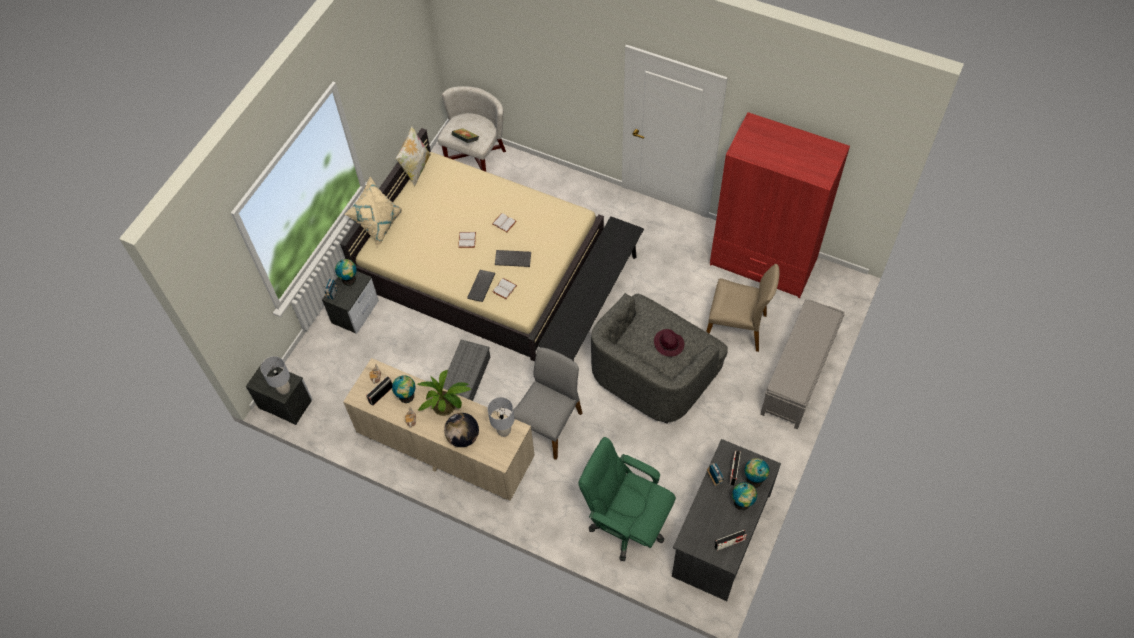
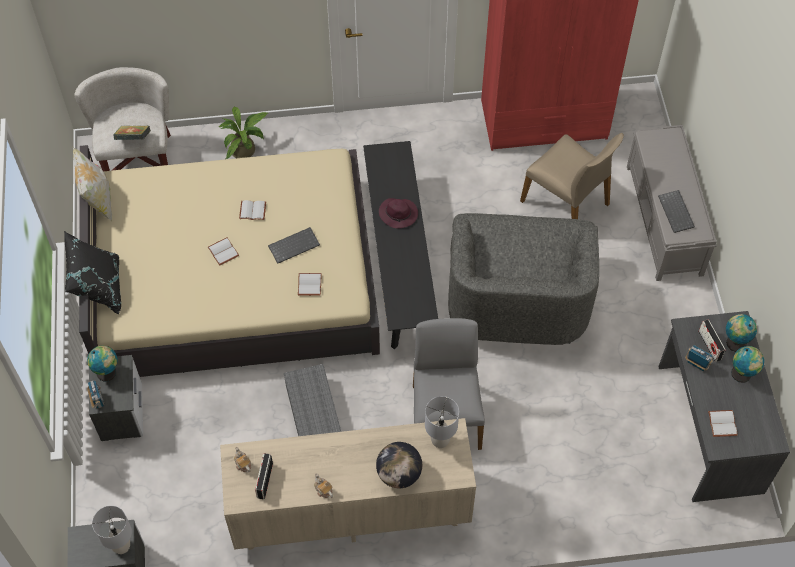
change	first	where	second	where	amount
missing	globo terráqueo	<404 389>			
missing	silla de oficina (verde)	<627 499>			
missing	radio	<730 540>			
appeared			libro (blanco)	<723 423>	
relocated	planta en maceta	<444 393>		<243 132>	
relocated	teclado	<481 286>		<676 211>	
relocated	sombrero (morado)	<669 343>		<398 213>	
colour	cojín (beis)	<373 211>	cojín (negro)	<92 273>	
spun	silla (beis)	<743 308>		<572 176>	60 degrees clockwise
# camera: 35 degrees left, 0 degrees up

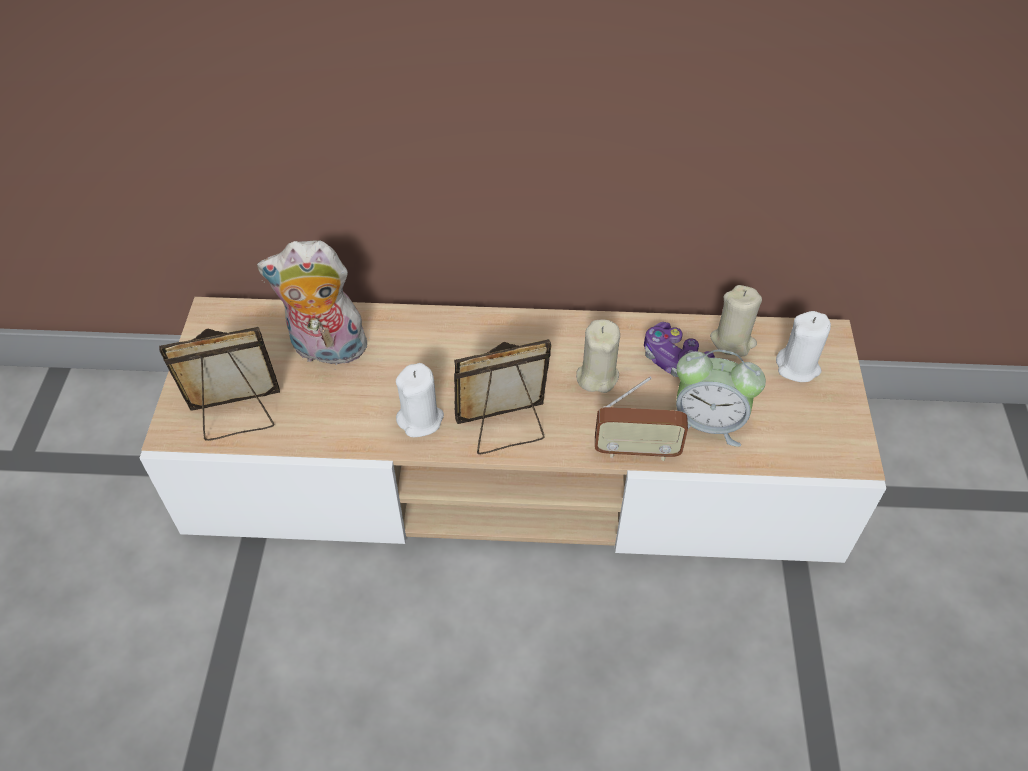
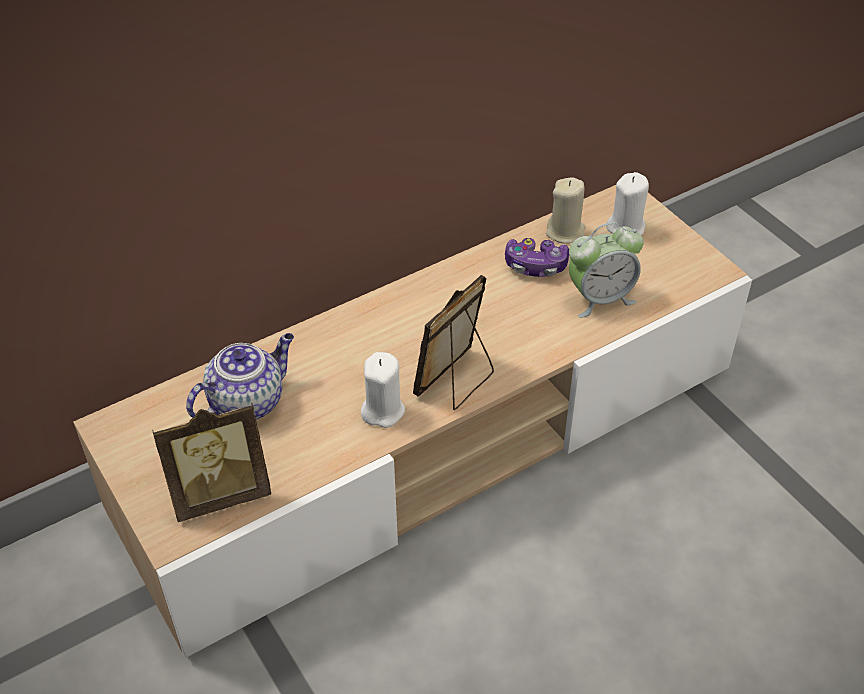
change	first	where	second	where	amount
missing	vela (beis)	<598 356>			
missing	radio	<641 419>			
exchanged	peluche	<313 302>	tetera	<240 376>	
spun	portarretratos	<219 384>		<211 462>	150 degrees counterclockwise
# camera: 35 degrees left, 5 degrees down

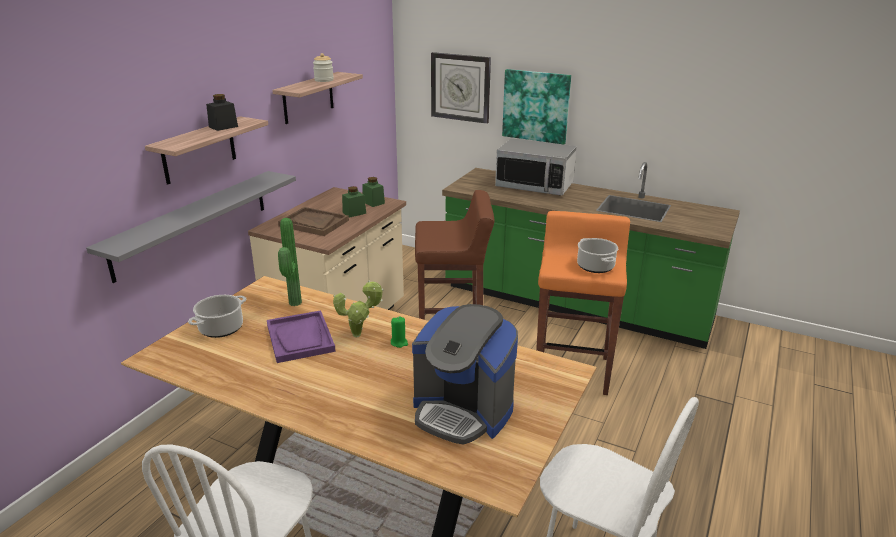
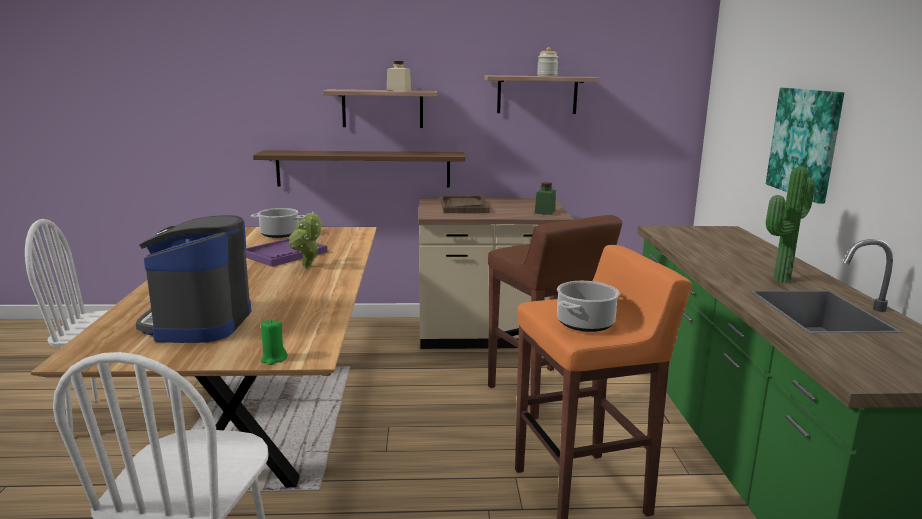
change	first	where	second	where	amount
missing	tarro (verde)	<354 202>			
missing	reloj de pared	<461 88>			
missing	microondas	<536 167>			
relocated	planta en maceta	<290 262>		<790 225>	
relocated	vela (verde)	<399 332>		<274 342>	
colour	estante (gris)	<191 227>	estante (marrón)	<359 168>	
colour	tarro (negro)	<222 112>	tarro (beis)	<399 76>	
# camera: 60 degrees right, 10 degrees down

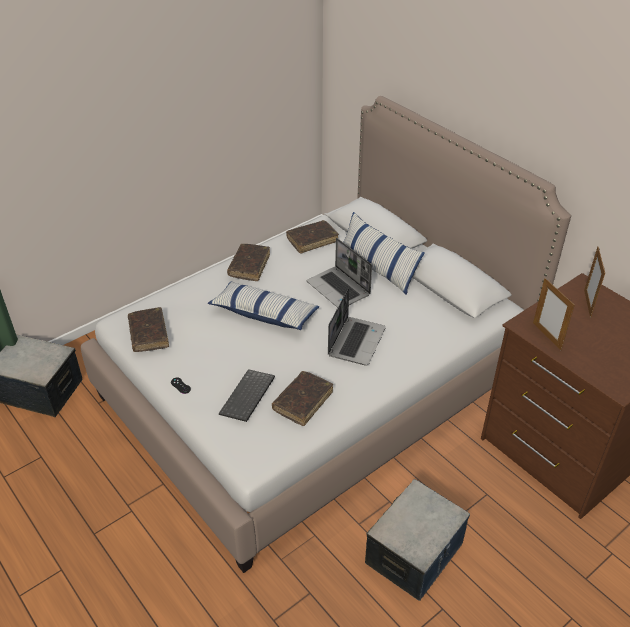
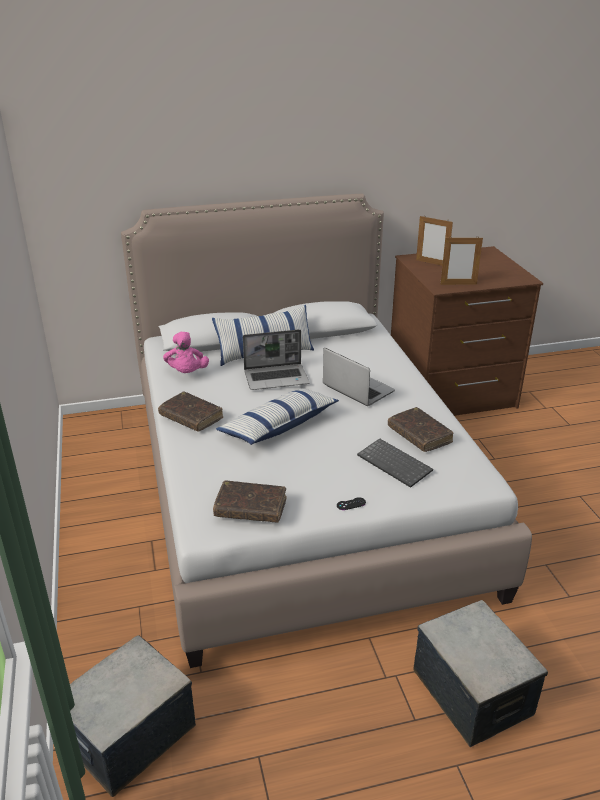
change	first	where	second	where	amount
relocated	caja de almacenaje	<417 540>		<480 673>	
exchanged	libro (marrón)	<312 237>	peluche (rosa)	<186 352>	
# camera: 65 degrees left, 10 degrees down

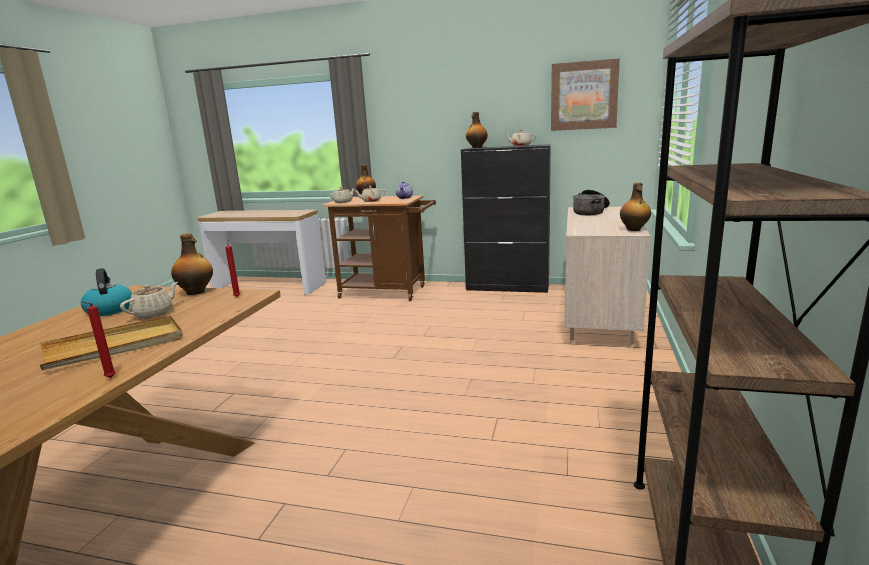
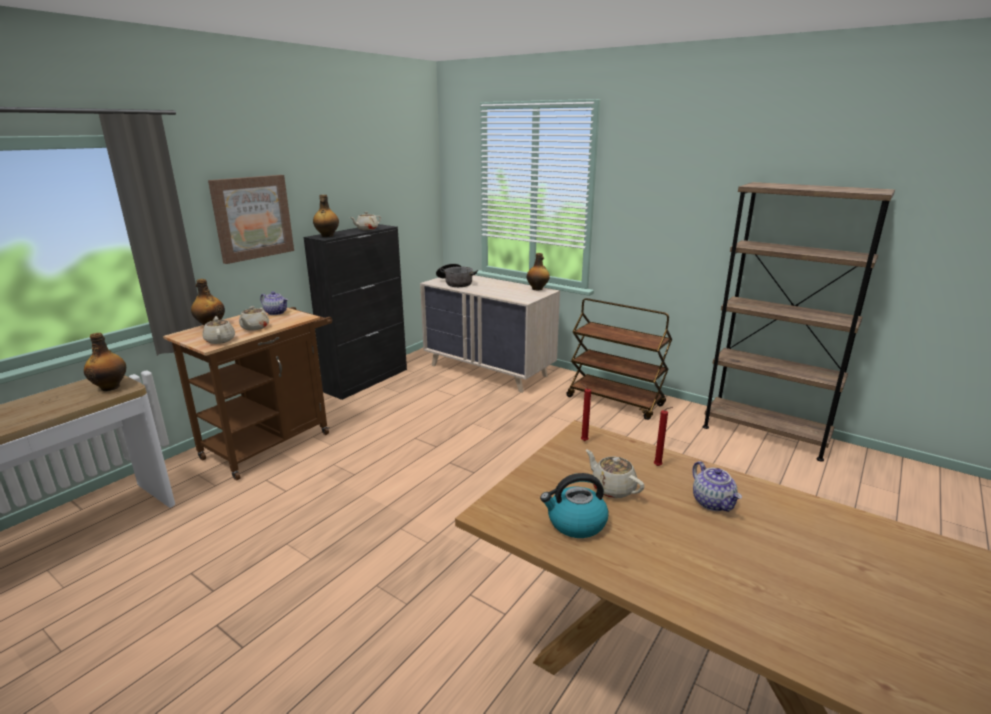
change	first	where	second	where	amount
appeared			carrito (marrón)	<619 359>	
relocated	vela (rojo)	<99 340>		<663 436>	
relocated	botella	<192 264>		<105 362>	
relocated	cuadro	<585 94>		<251 219>	
exchanged	bandeja (beis)	<111 343>	tetera	<717 486>	
# camera: 70 degrees left, 5 degrees up

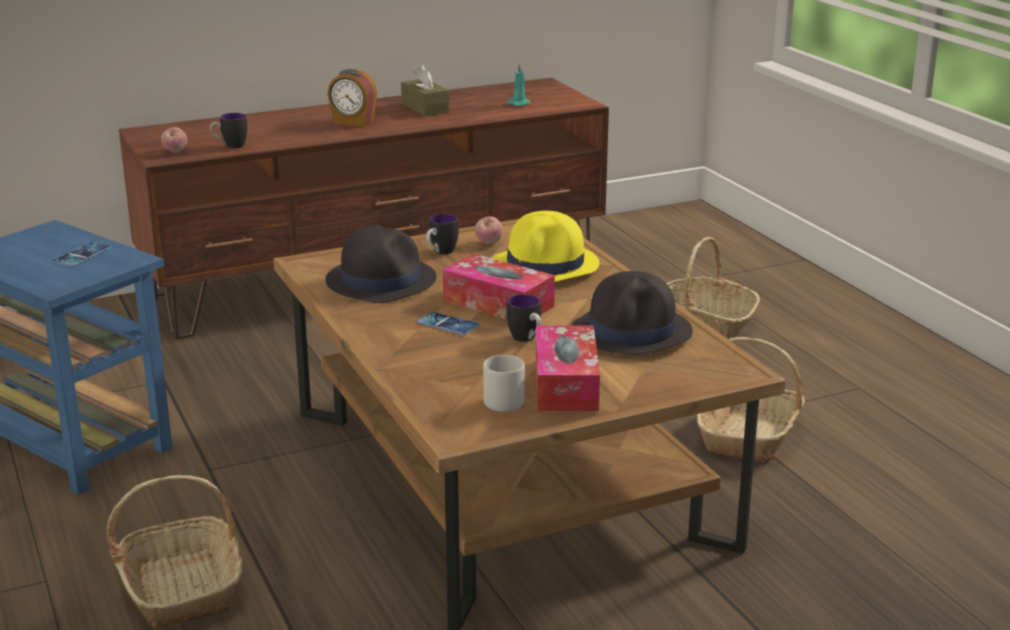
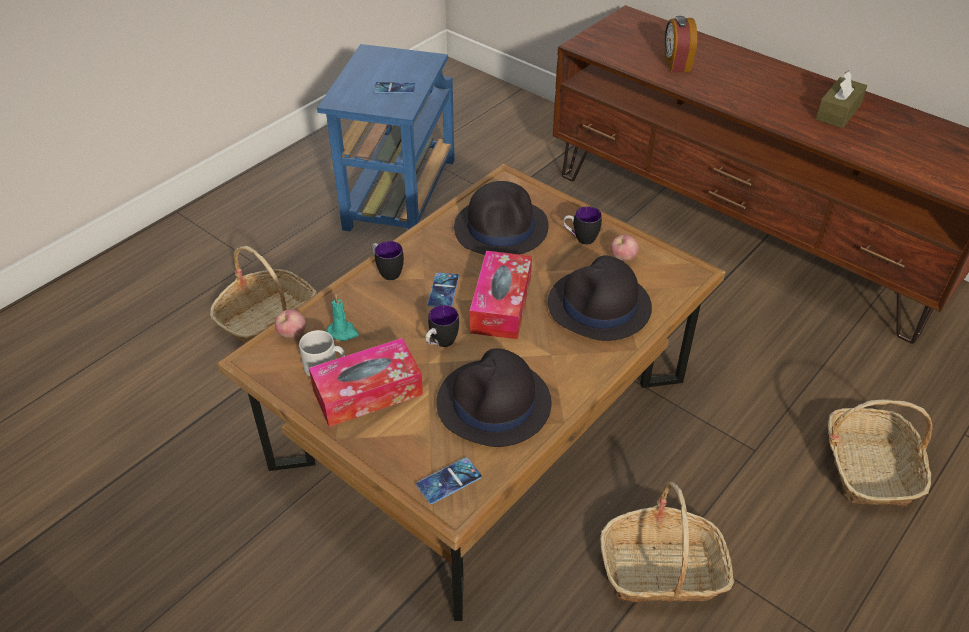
change	first	where	second	where	amount
appeared			móvil	<449 480>	
relocated	manzana	<174 140>		<290 323>	
relocated	taza grande	<228 131>		<388 260>	
relocated	despertador	<352 98>		<680 44>	
relocated	vela (turquesa)	<519 84>		<342 318>	
colour	sombrero (amarillo)	<545 246>	sombrero (negro)	<600 298>	
# camera: 65 degrees right, 20 degrees up

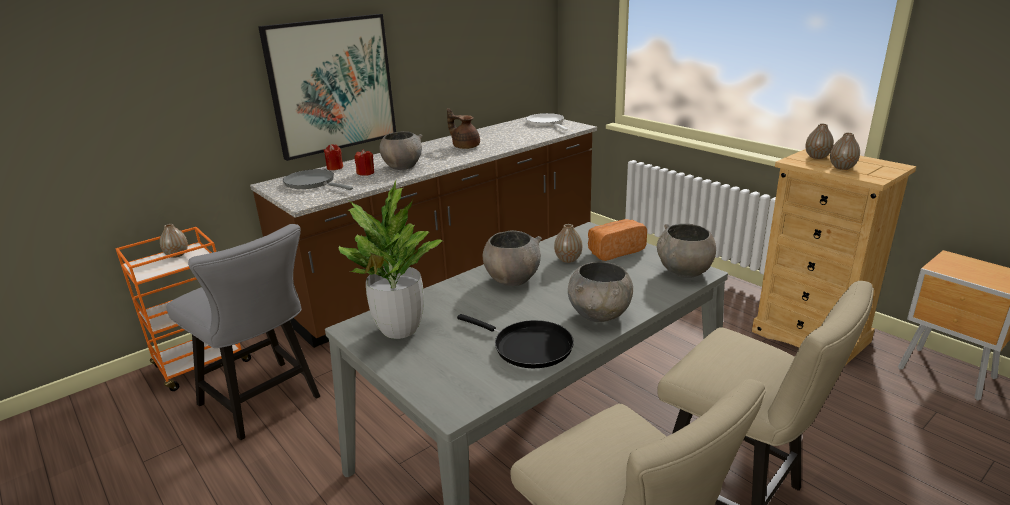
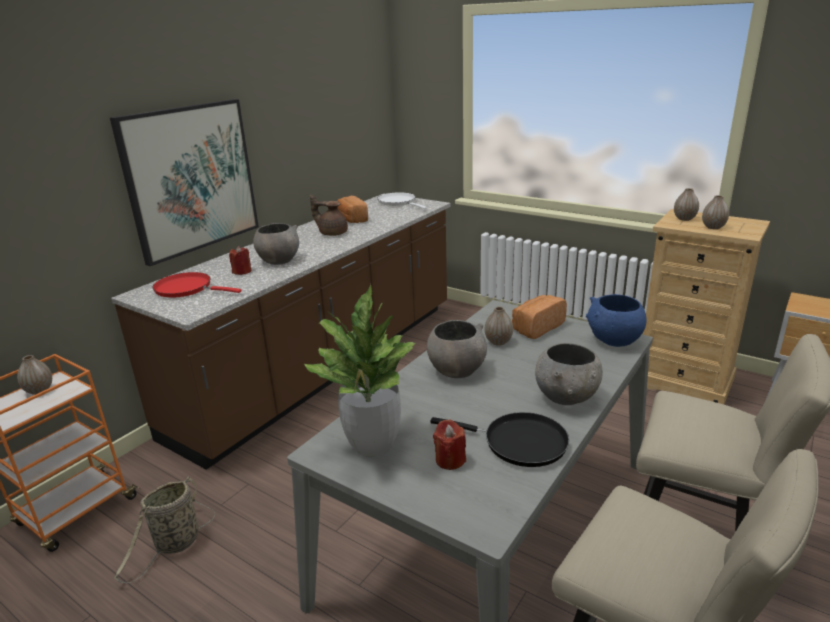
change	first	where	second	where	amount
appeared			pan	<352 209>	
relocated	vela (rojo)	<333 157>		<449 444>	
exchanged	silla (gris)	<243 332>	cesta	<164 529>	
colour	sartén (gris)	<318 179>	sartén (rojo)	<197 284>	
colour	cuenco (gris)	<686 251>	cuenco (azul)	<616 320>	
# camera: 15 degrees left, 0 degrees up

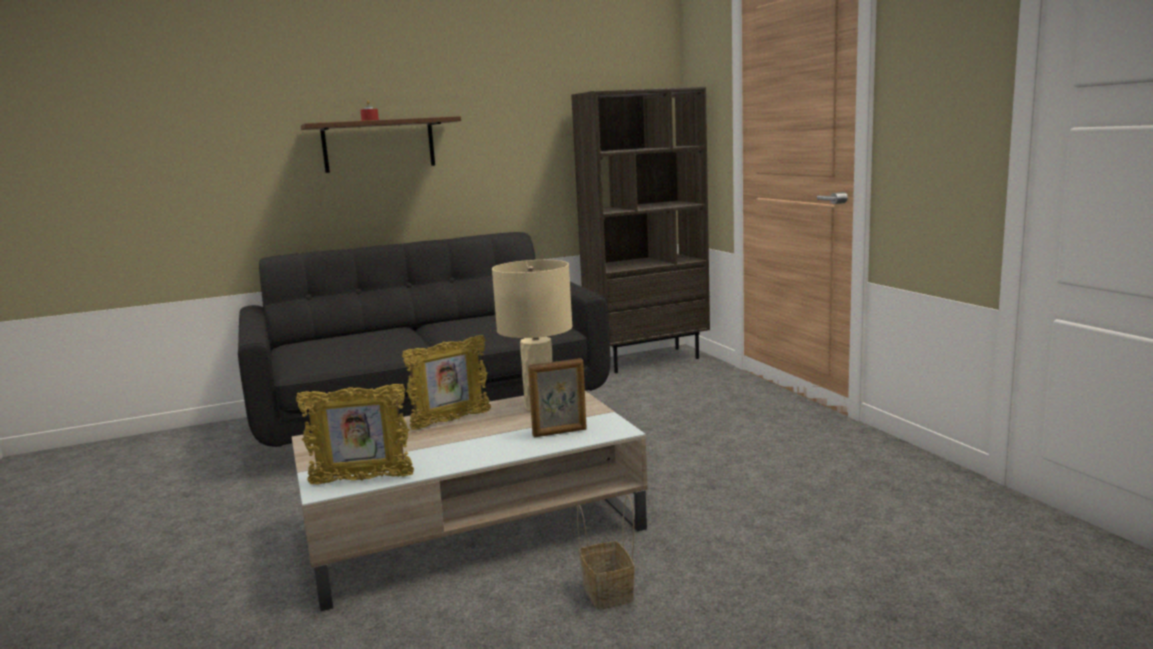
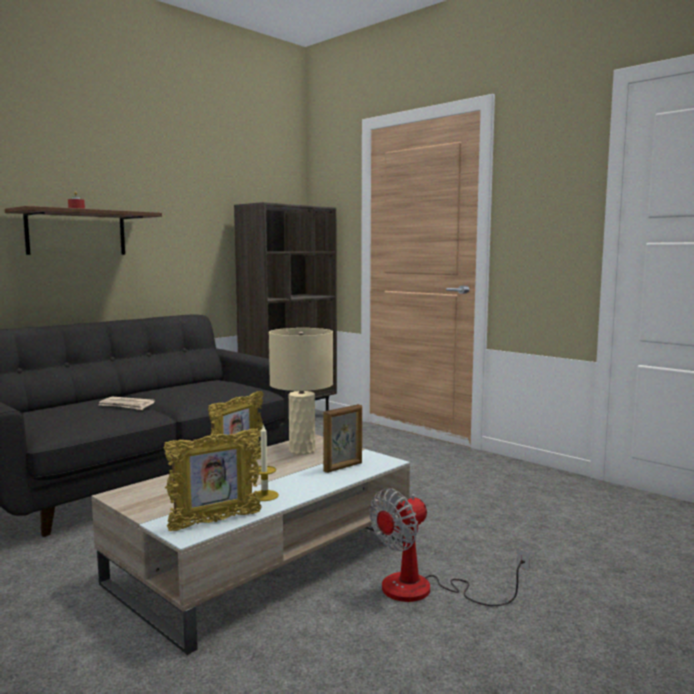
change	first	where	second	where	amount
appeared			periódico	<127 403>	
appeared			vela	<265 462>	
exchanged	cesta	<606 552>	ventilador	<449 547>	
# camera: 25 degrees left, 5 degrees down

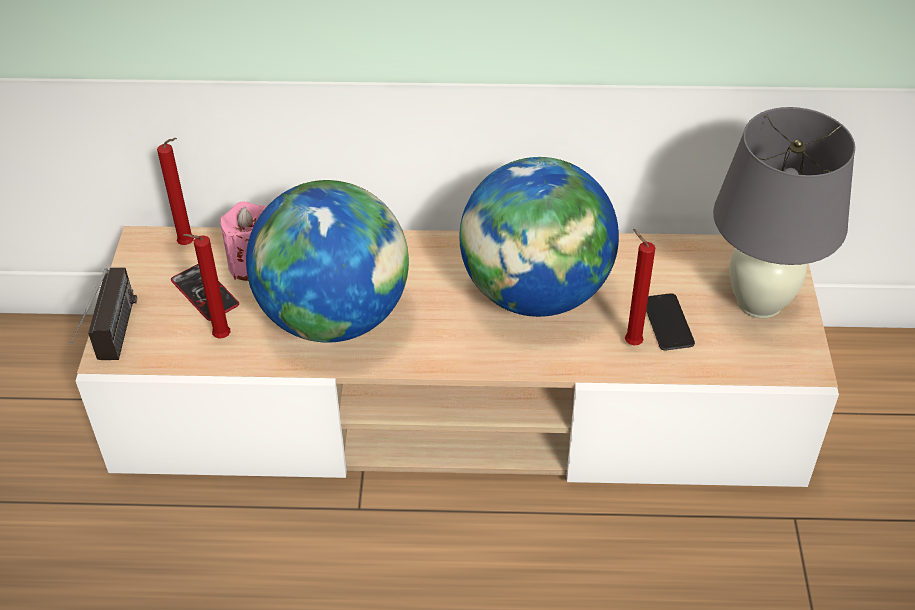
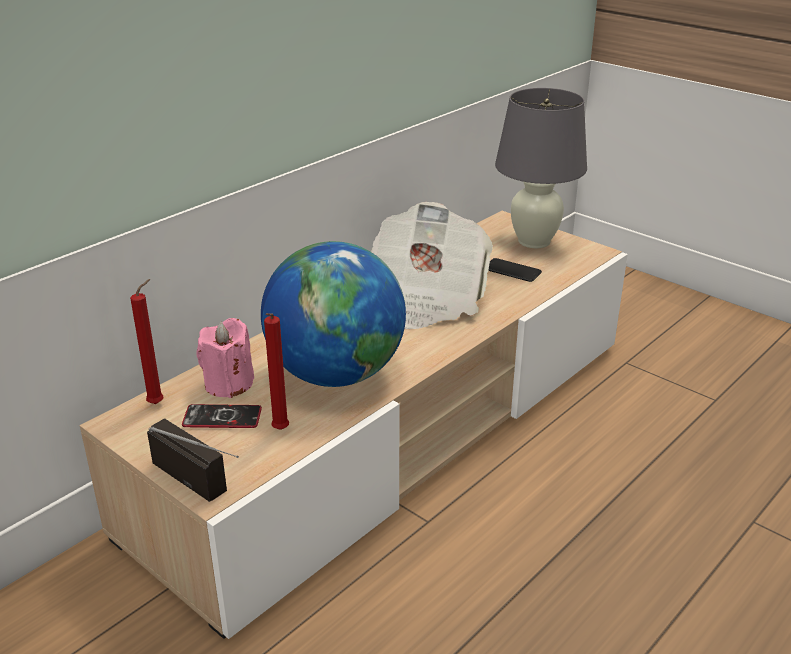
change	first	where	second	where	amount
missing	vela (rojo)	<640 287>			
exchanged	globo terráqueo	<539 237>	periódico	<431 265>	
# camera: 50 degrees left, 15 degrees down

